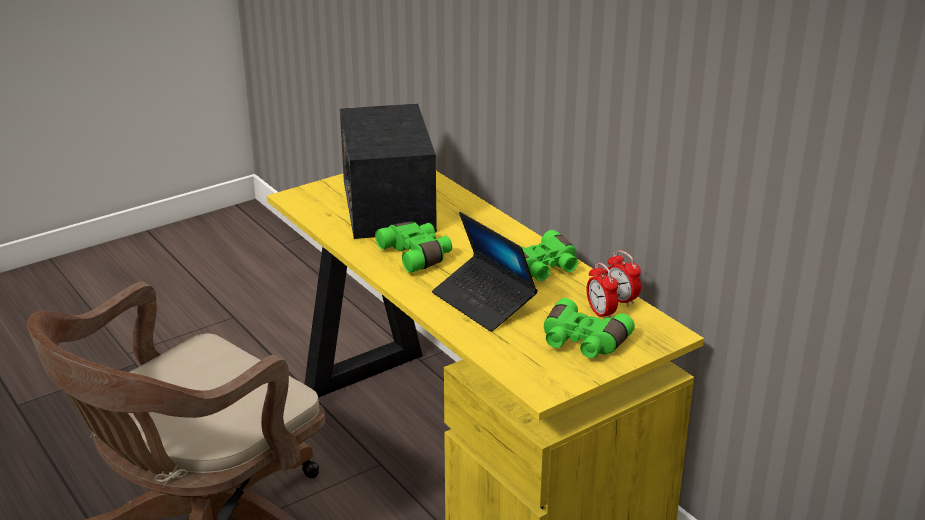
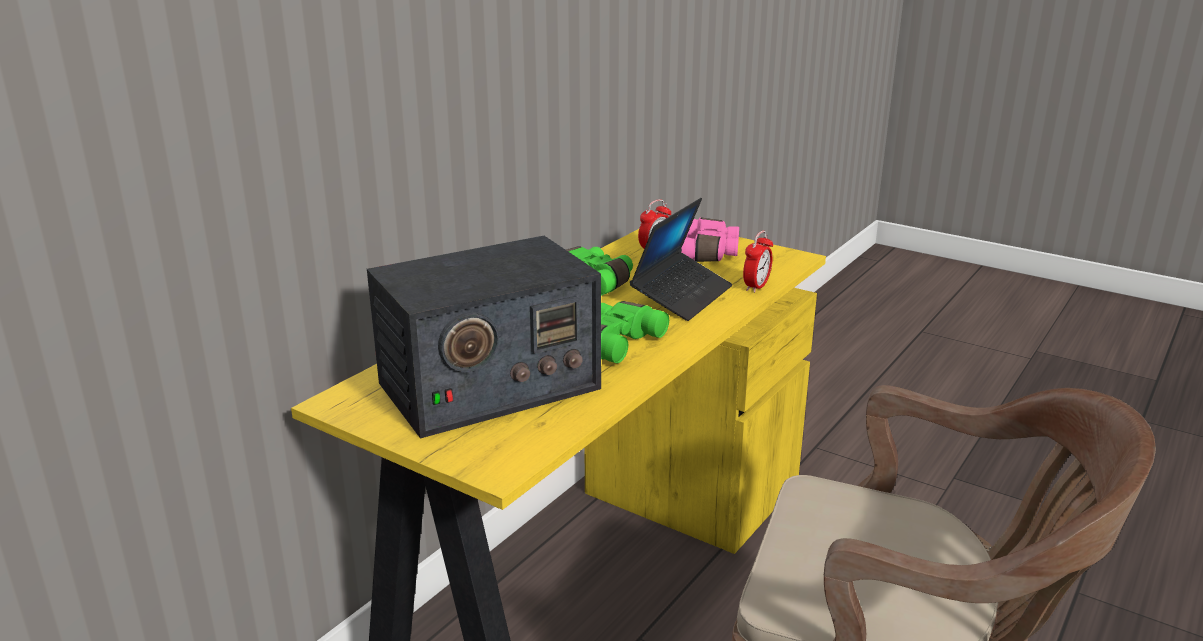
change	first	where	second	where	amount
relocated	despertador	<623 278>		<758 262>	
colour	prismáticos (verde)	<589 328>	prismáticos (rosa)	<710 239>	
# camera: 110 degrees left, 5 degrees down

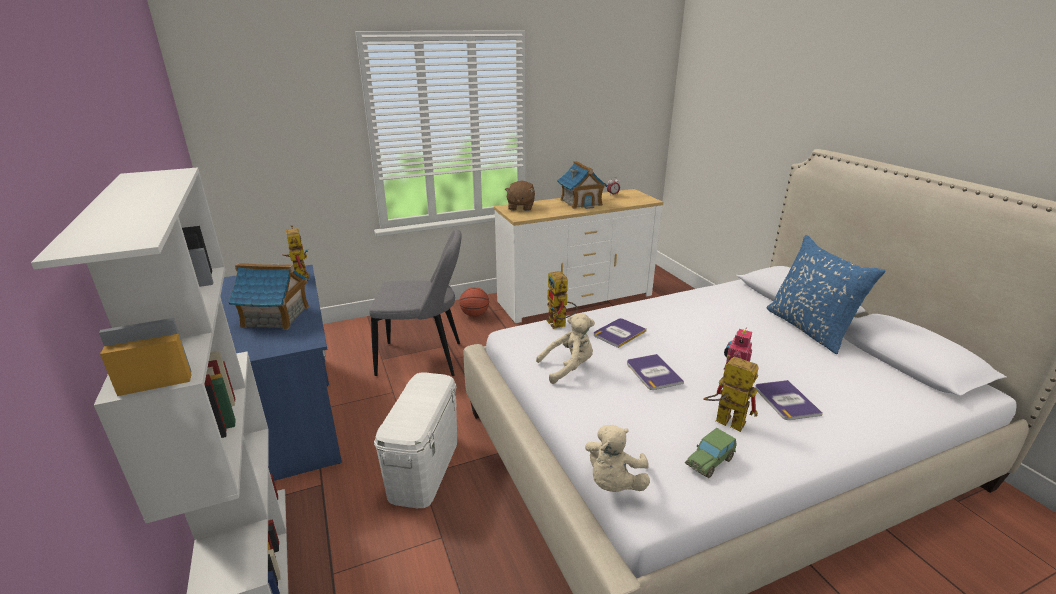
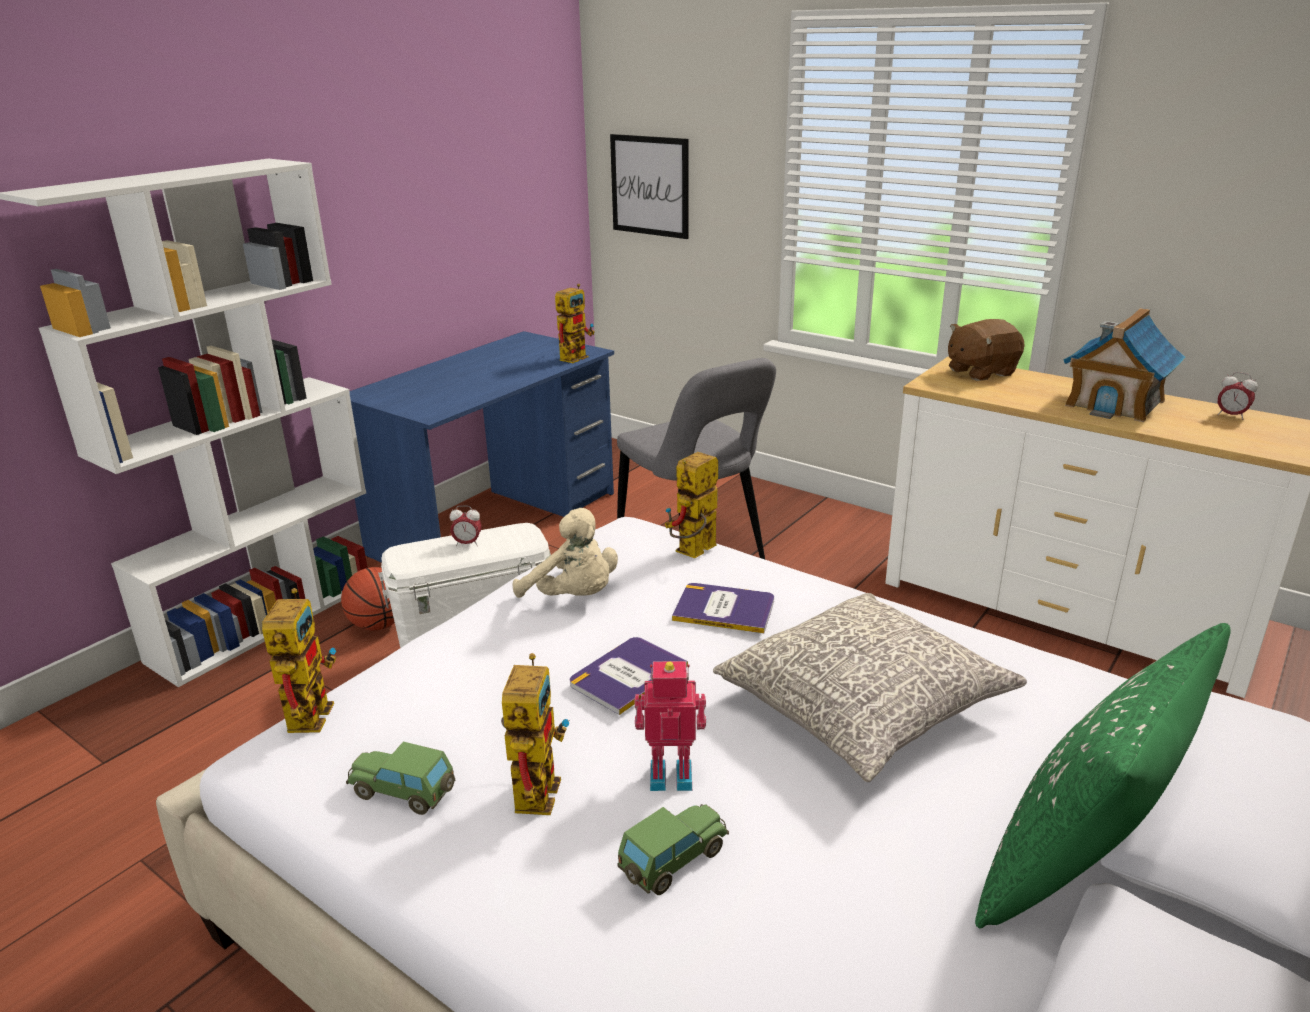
change	first	where	second	where	amount
missing	casita	<268 296>			
appeared			despertador	<466 526>	
appeared			cuadro	<649 186>	
appeared			cojín (gris)	<870 687>	
relocated	balón de baloncesto	<474 302>		<368 598>	
exchanged	peluche (beis)	<617 458>	robot de juguete	<299 660>	
exchanged	libro	<789 400>	coche de juguete	<673 849>	
colour	cojín (azul)	<825 294>	cojín (verde)	<1103 776>	
# camera: 60 degrees right, 0 degrees up

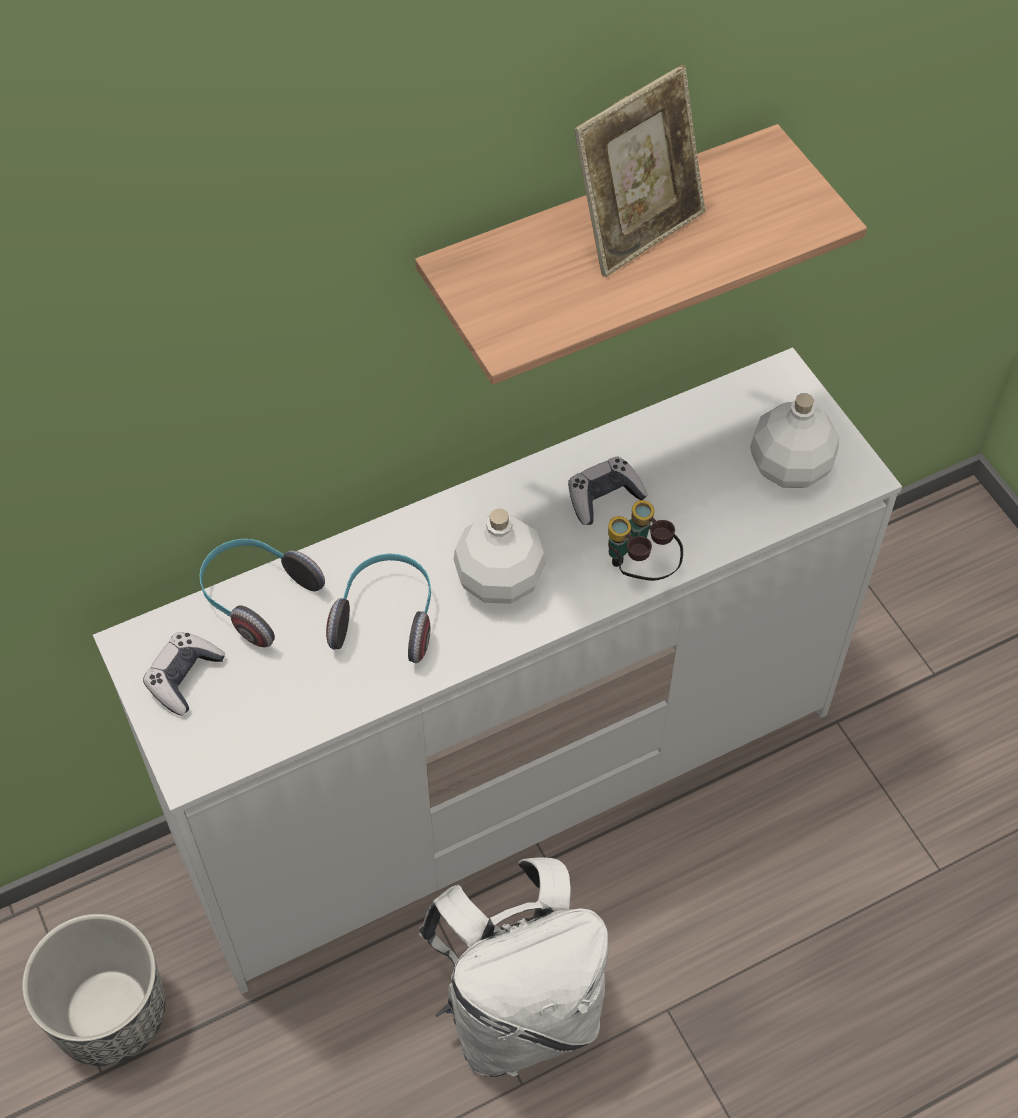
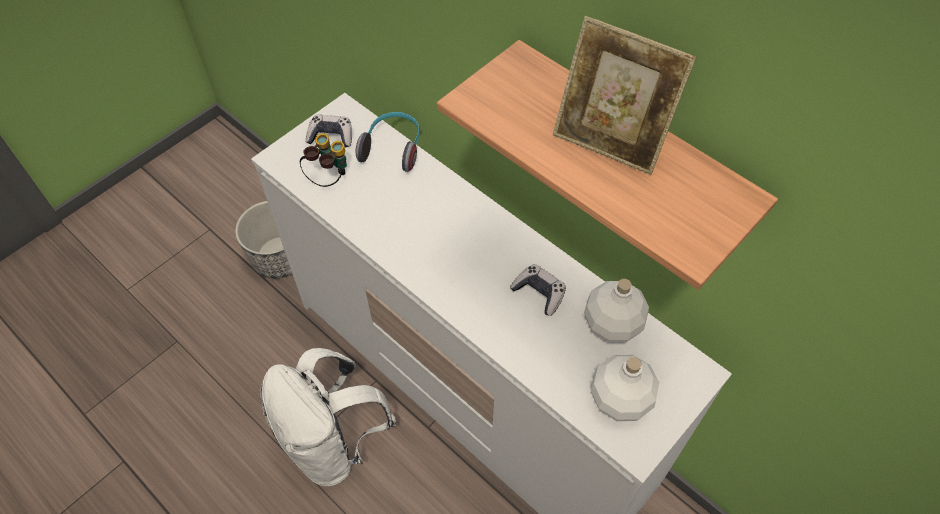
change	first	where	second	where	amount
missing	auriculares	<378 608>			
relocated	botella (blanco)	<499 556>		<616 311>	
relocated	prismáticos	<645 540>		<323 160>	
# camera: 70 degrees right, 0 degrees up

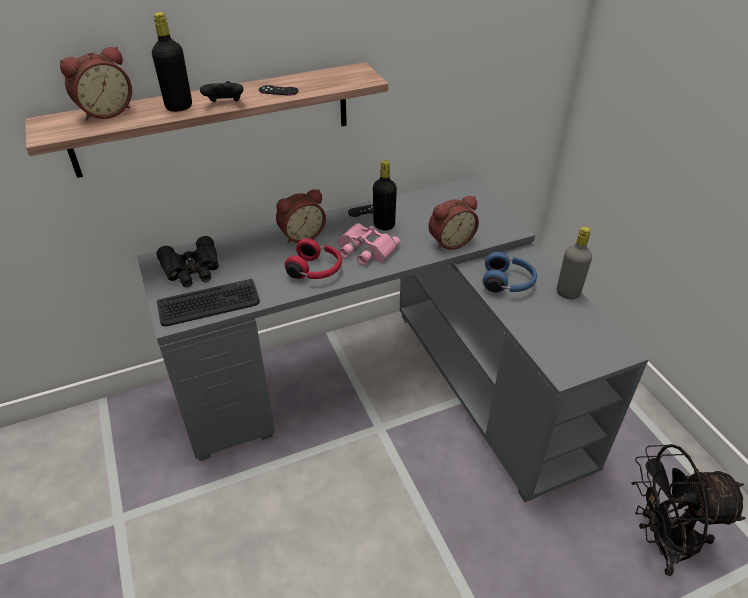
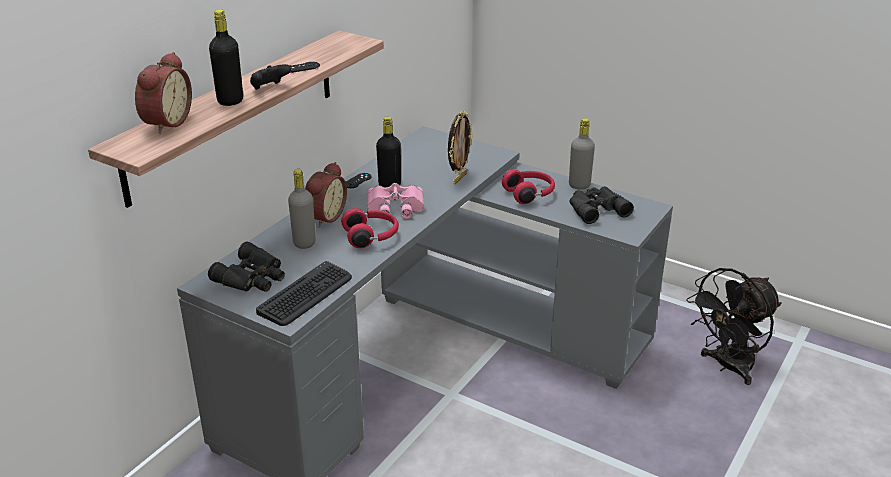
change	first	where	second	where	amount
appeared			botella (gris)	<302 209>	
appeared			prismáticos (negro)	<601 205>	
exchanged	despertador	<453 223>	portarretratos	<460 147>	
colour	auriculares (azul)	<510 272>	auriculares (rojo)	<528 186>	
# camera: 35 degrees left, 10 degrees down

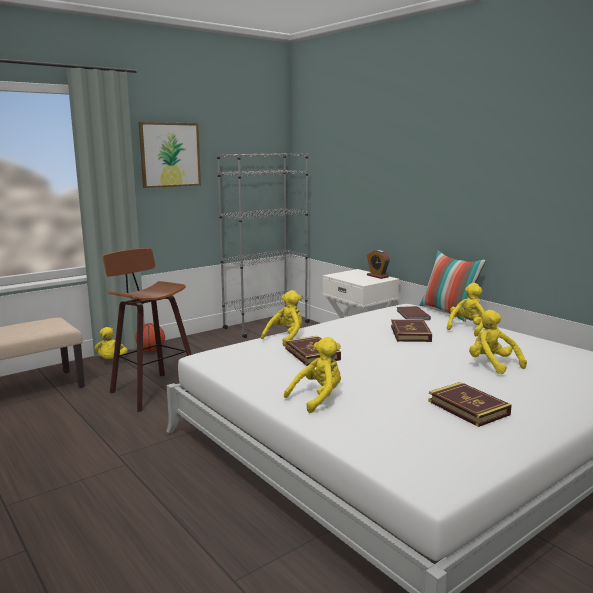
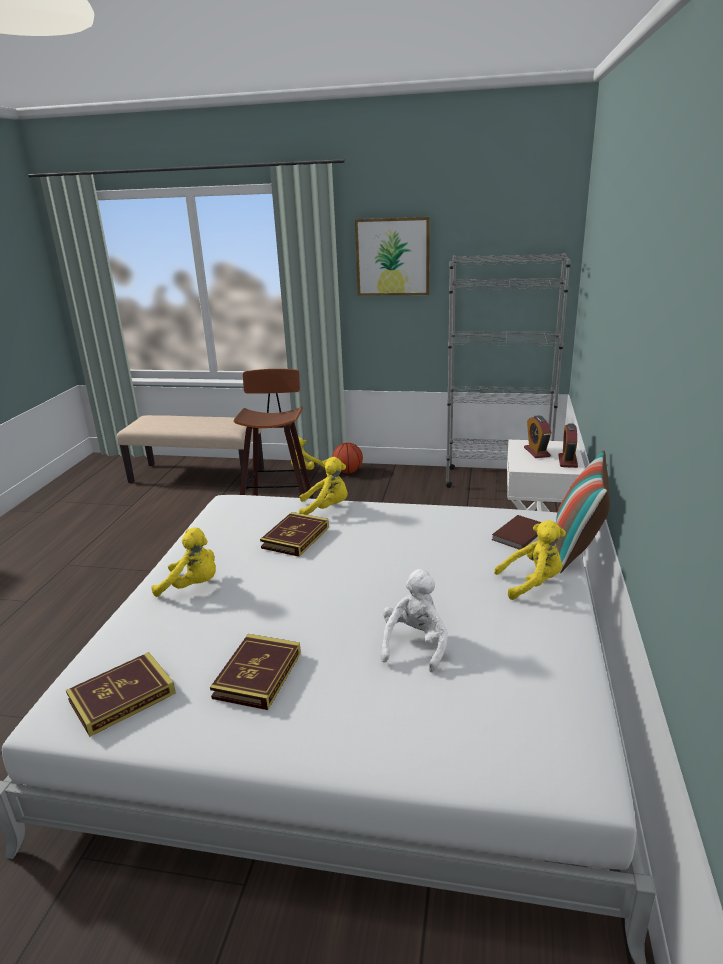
change	first	where	second	where	amount
appeared			despertador	<537 436>	
relocated	libro	<411 330>		<121 694>	
colour	peluche (amarillo)	<498 342>	peluche (blanco)	<414 621>	
# camera: 50 degrees right, 10 degrees up

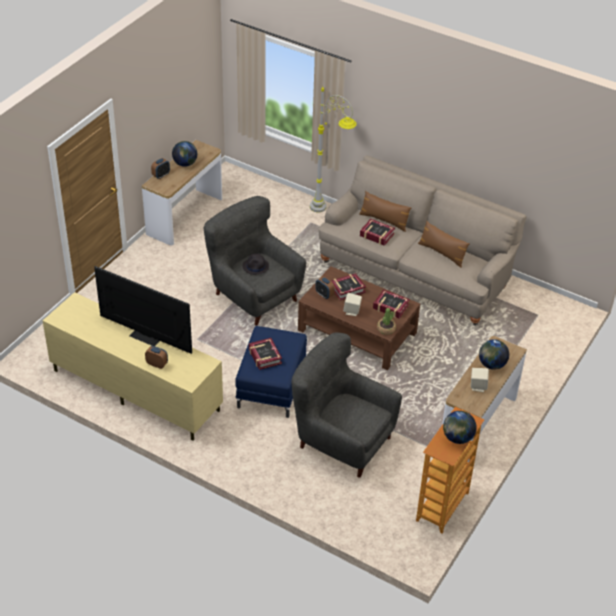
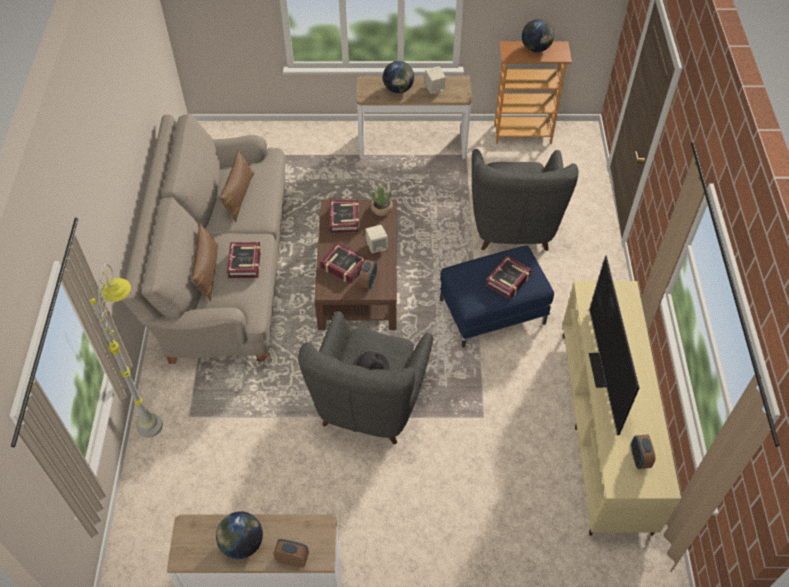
change	first	where	second	where	amount
relocated	despertador	<156 357>		<643 451>	
# camera: 120 degrees left, 10 degrees up

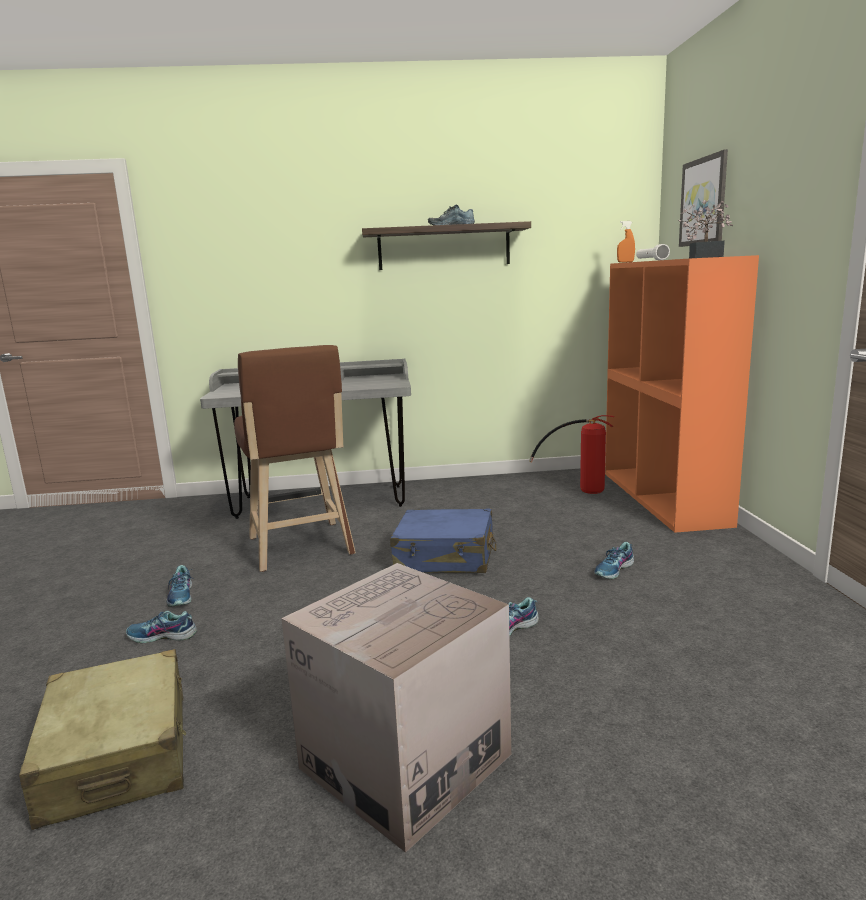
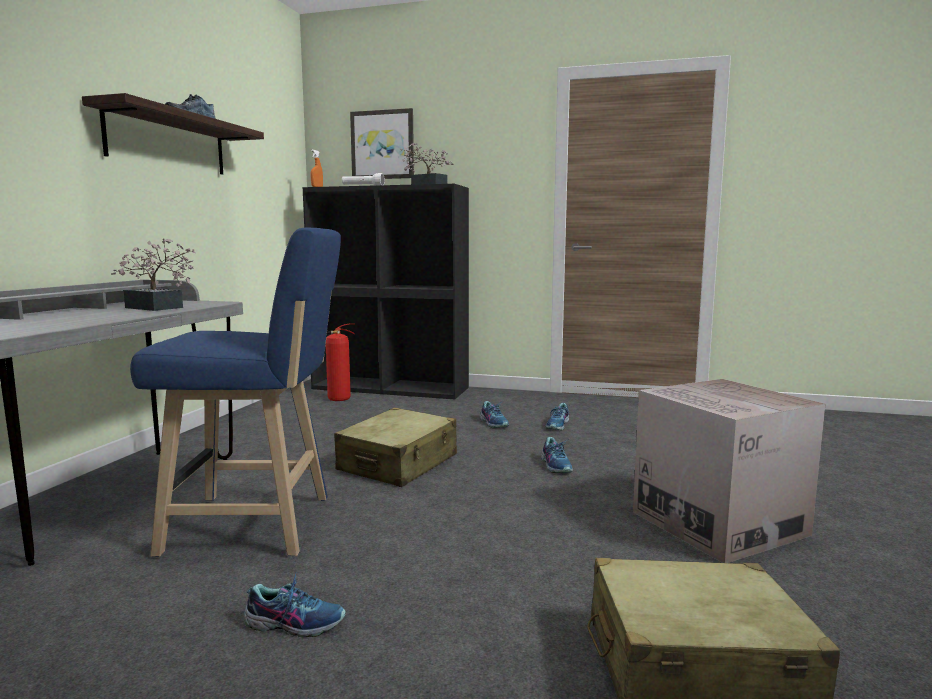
change	first	where	second	where	amount
appeared			planta en maceta	<153 274>	
relocated	zapato	<161 627>		<558 417>	
colour	taburete (marrón)	<295 458>	taburete (azul)	<235 392>	
colour	maleta (azul)	<443 540>	maleta (beis)	<395 447>	
colour	estantería (naranja)	<682 394>	estantería (negro)	<386 291>	
# camera: 70 degrees left, 5 degrees down

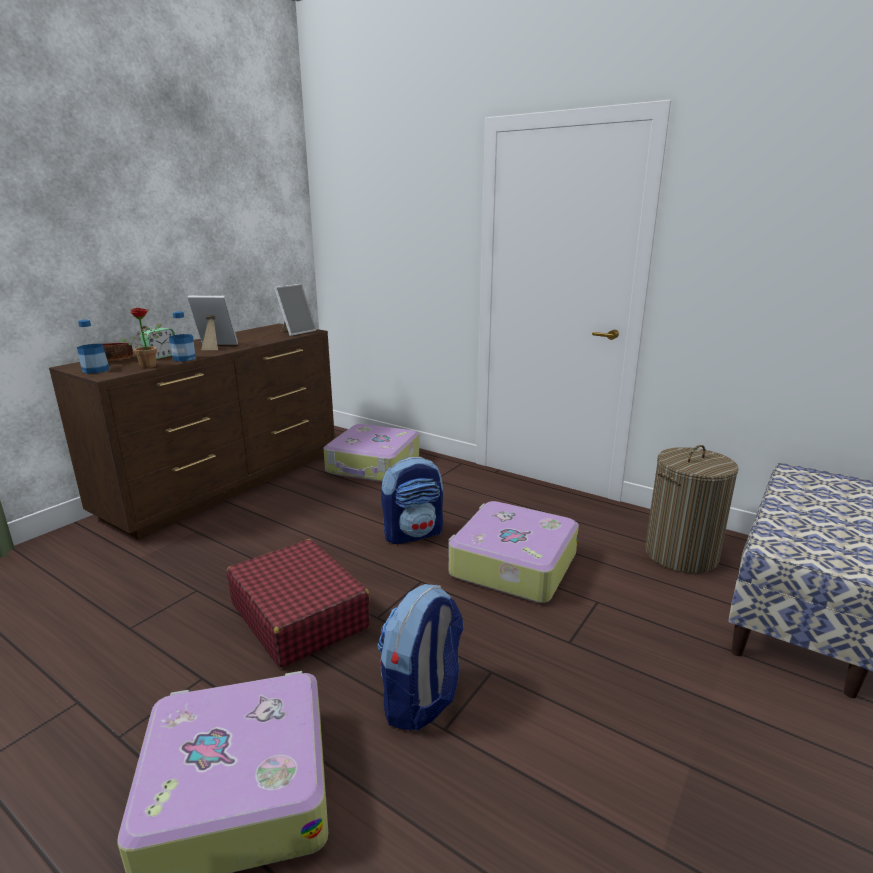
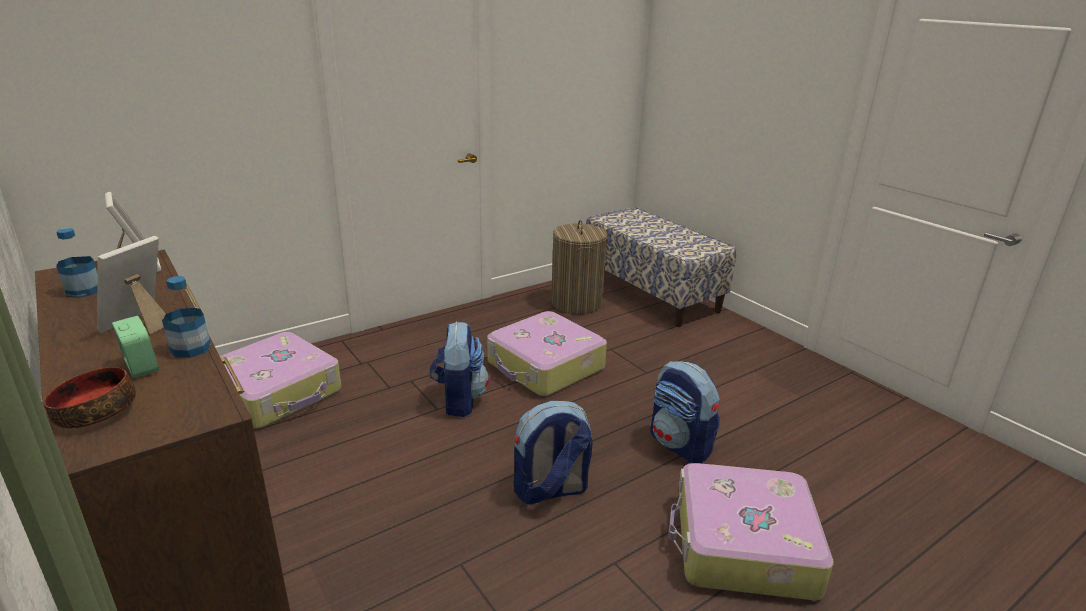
change	first	where	second	where	amount
missing	planta en maceta	<140 338>			
relocated	botella	<93 346>		<76 263>	
exchanged	maleta (rojo)	<298 603>	mochila	<553 453>	
# camera: 70 degrees left, 5 degrees up

